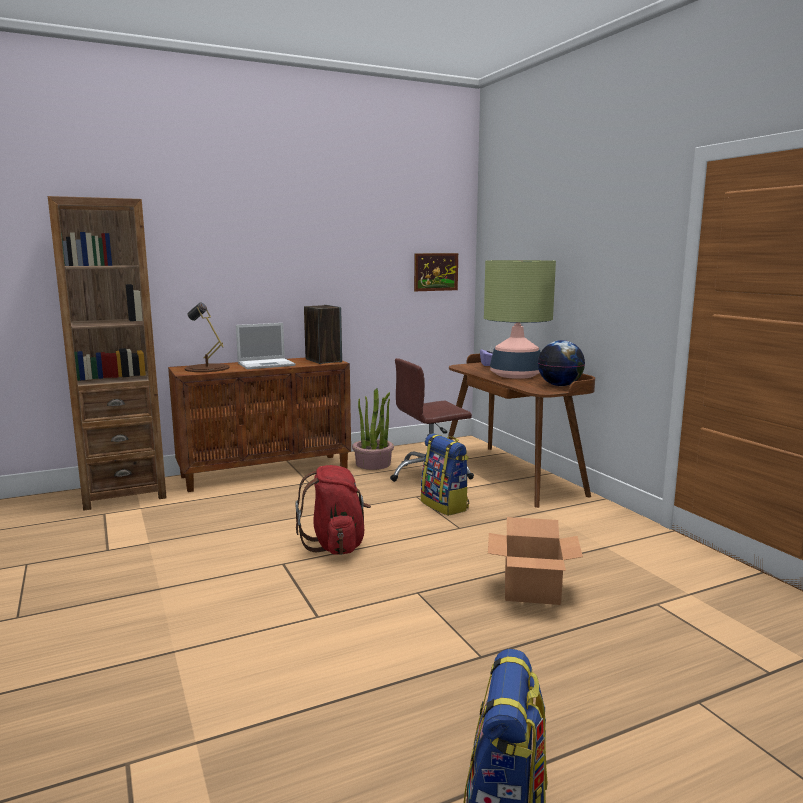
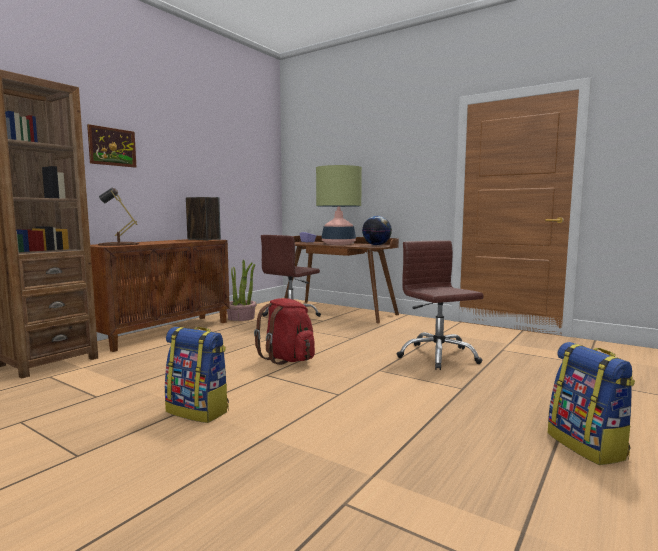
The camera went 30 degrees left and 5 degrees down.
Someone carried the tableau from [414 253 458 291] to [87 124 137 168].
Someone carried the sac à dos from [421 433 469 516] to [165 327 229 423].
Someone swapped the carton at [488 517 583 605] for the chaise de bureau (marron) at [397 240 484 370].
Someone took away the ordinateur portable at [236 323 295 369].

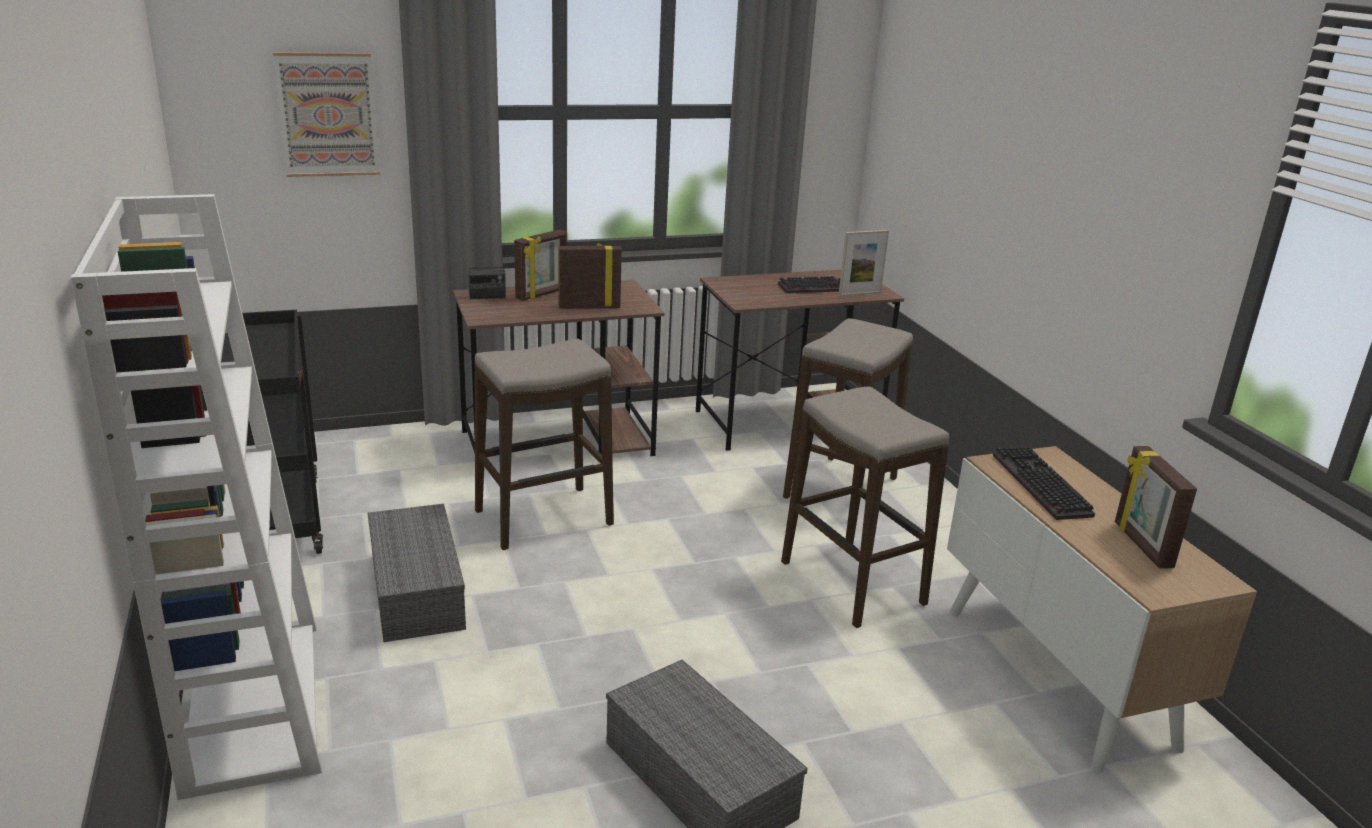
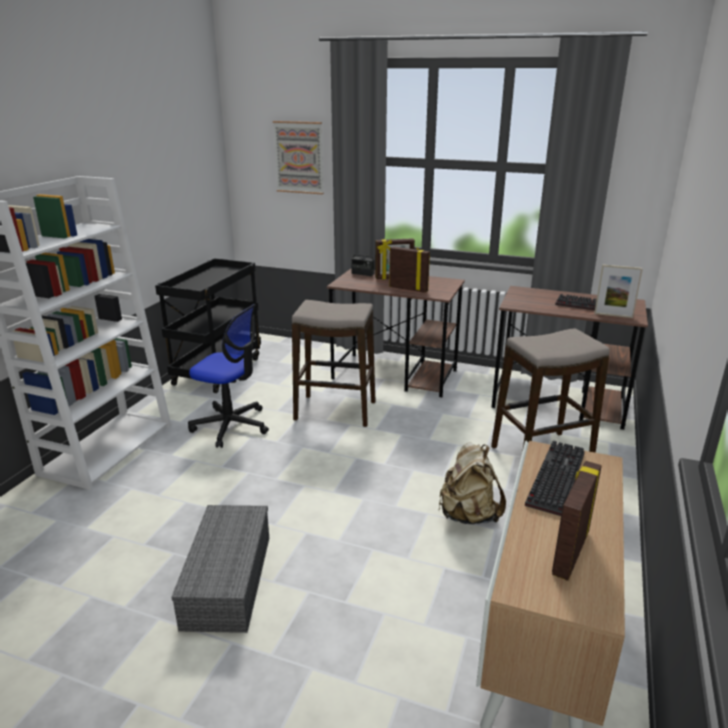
The camera went 40 degrees right and 0 degrees up.
Someone swapped the boîte de rangement (gris) at [368 504 466 642] for the chaise de bureau at [188 304 269 448].
Someone swapped the tabouret at [781 387 949 628] for the sac à dos (beige) at [439 442 506 524].

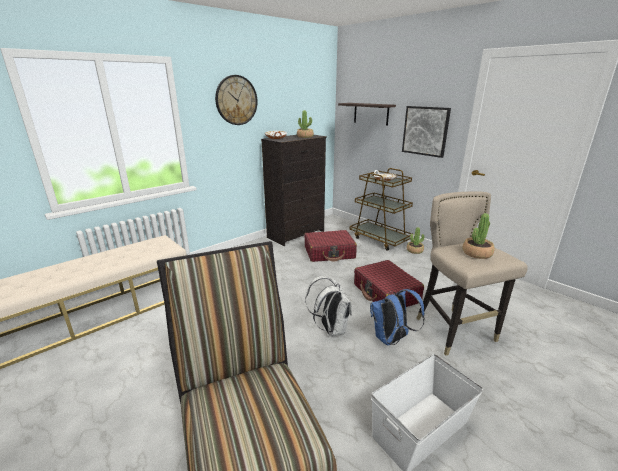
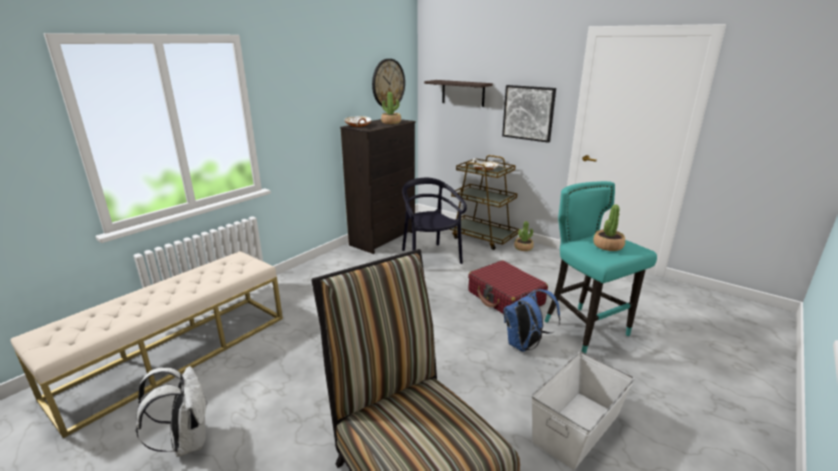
The camera went 10 degrees left and 0 degrees up.
Someone carried the sac à dos (blanc) from [305 276 352 336] to [136 366 208 457].
Someone carried the horloge murale from [215 75 258 125] to [372 59 405 107].
Someone swapped the valise (rouge) at [304 230 357 262] for the chaise (noir) at [402 178 467 264].
Someone repainted the tabouret (beige) at [416 192 528 356], which became the tabouret (turquoise) at [544 181 657 354].

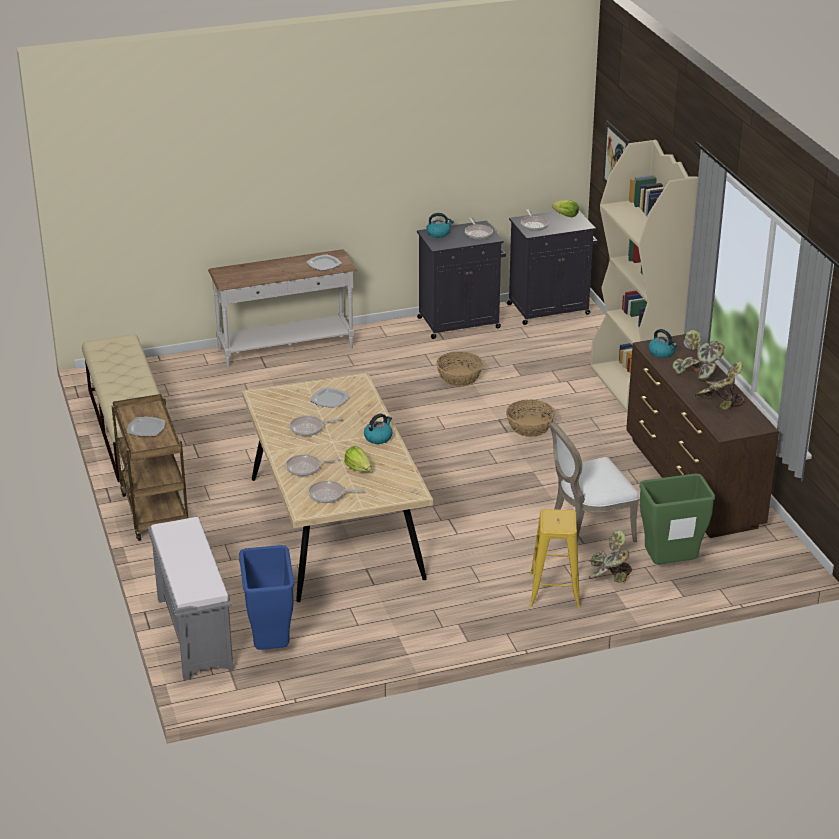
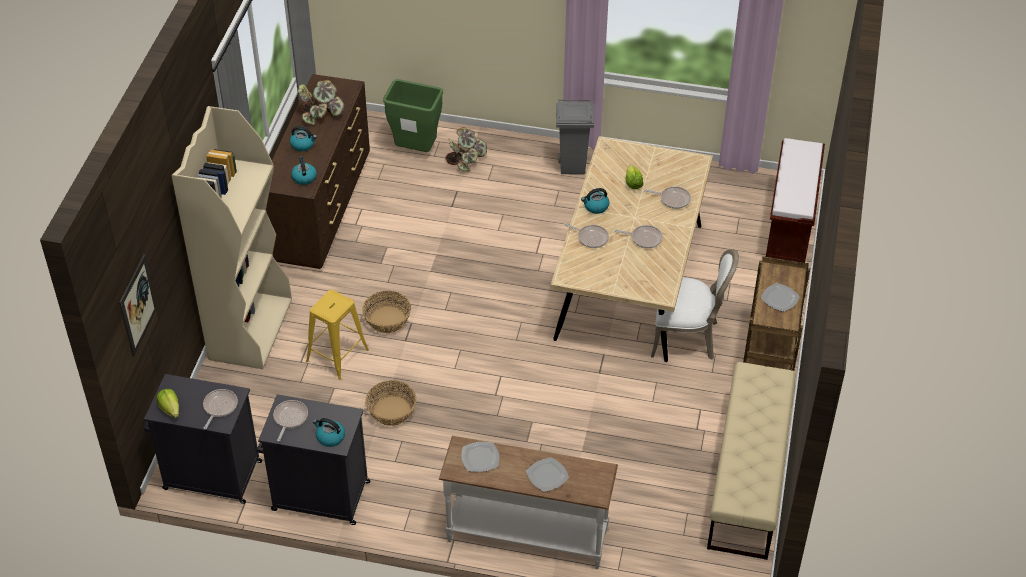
The camera went 150 degrees left and 15 degrees up.
Someone swapped the plante en pot at [672 330 725 380] for the bouilloire at [290 126 317 151].
Someone carried the tabouret (jaune) from [530 509 580 608] to [306 290 369 380].
Someone carried the assiette from [310 388 349 408] to [526 457 569 492].
Someone put down the poubelle (gris) at [556 99 594 174].
Someone carried the poêle from [308 481 364 503] to [564 223 609 248].
Someone carried the chaise (blanc) from [549 422 639 543] to [651 249 739 359].
Someone repainted the banc (gris) at [148 517 234 680], which became the banc (marron) at [766 138 825 263].
Someone took away the poubelle (bleu) at [239 545 295 650].

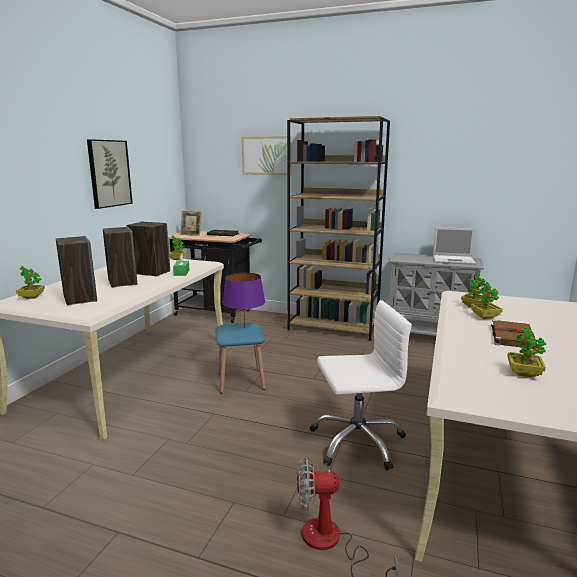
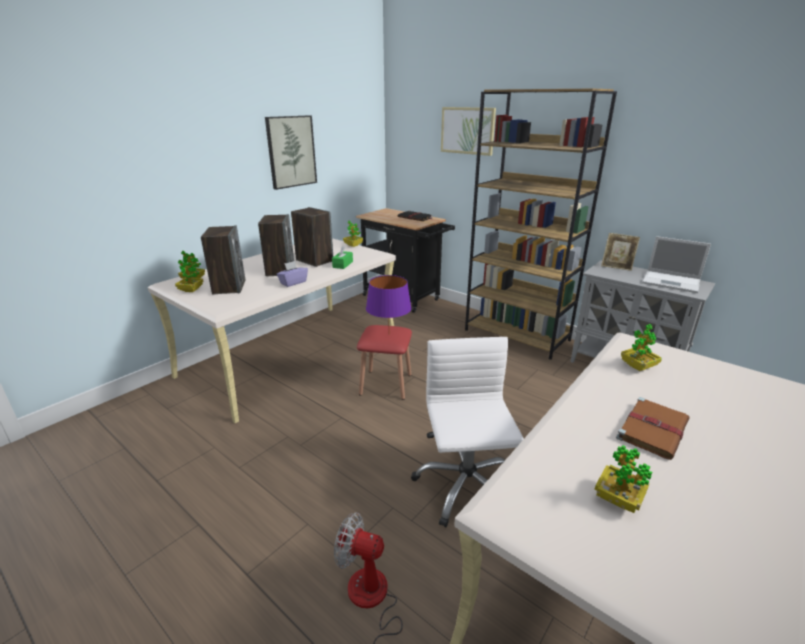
The camera went 20 degrees right and 10 degrees up.
Someone carried the plante en pot from [470 282 503 319] to [175 260 204 292].
Someone put down the boîte à mouchoirs (violet) at [277 261 308 287].
Someone repainted the tabouret (bleu) at [216 323 266 394], which became the tabouret (rouge) at [357 325 412 400].
Someone rotated the chaise de bureau (blanc) at [310 300 412 470] by 105 degrees counterclockwise.
Someone carried the cadre photo from [180 211 202 235] to [601 233 640 271].

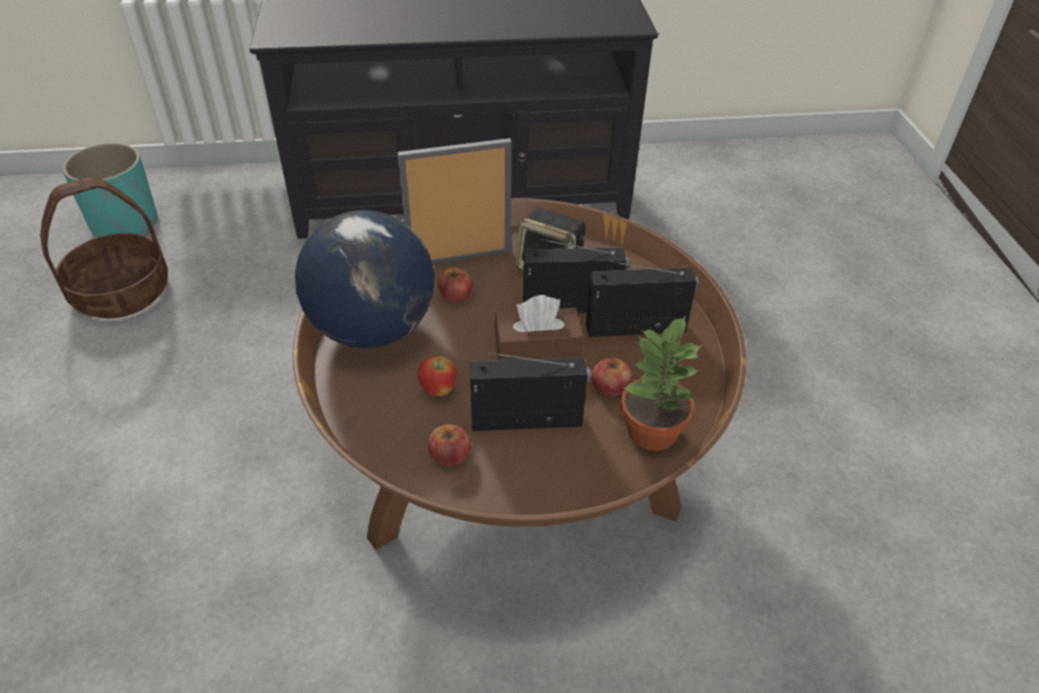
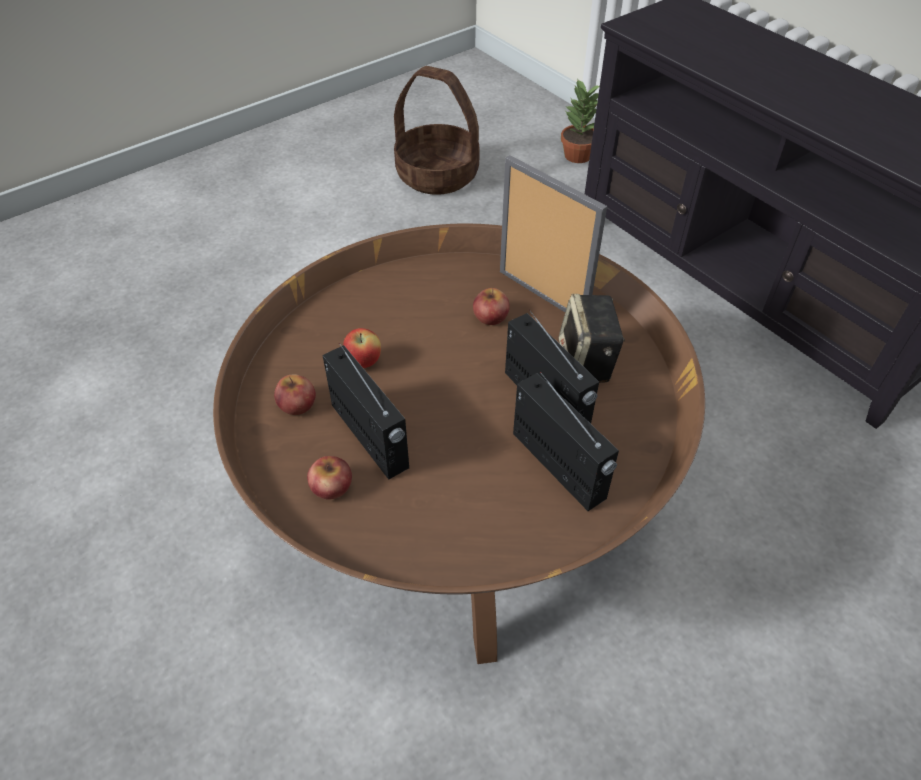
The camera went 60 degrees right and 5 degrees up.
Someone carried the pomme from [591 357 631 396] to [307 456 352 500].
Someone carried the plante en pot from [620 315 703 451] to [561 78 599 163].
Someone took away the cache-pot (turquoise) at [62 143 158 237].
Someone took away the globe at [295 210 435 348].
Someone took away the boîte à mouchoirs (marron) at [495 295 584 360].

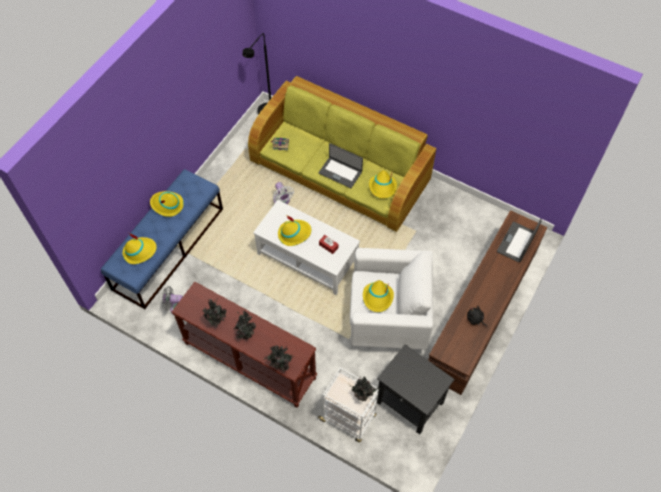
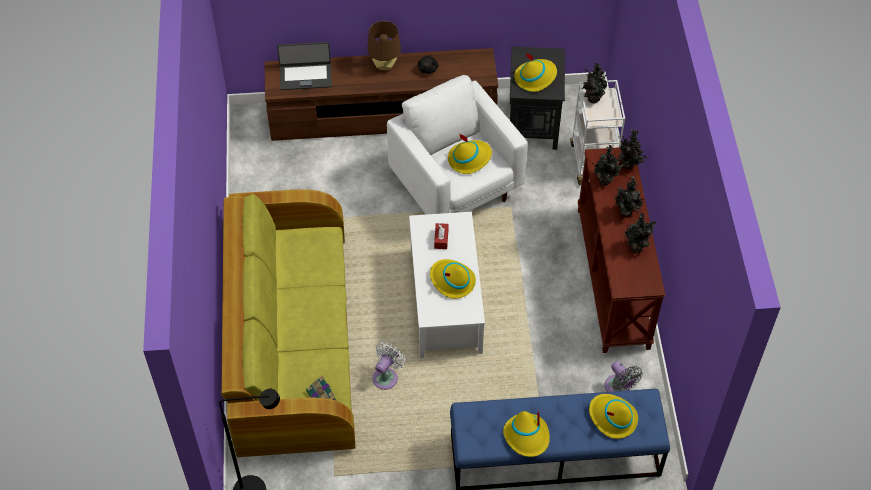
The camera went 125 degrees left and 5 degrees down.
Someone put down the lampe de table (marron) at [368 21 401 70].
Someone carried the chapeau (jaune) from [369 170 397 199] to [515 52 557 92].
Someone put down the plante en pot at [590 145 628 186].
Someone took away the ordinateur portable at [318 143 363 188].

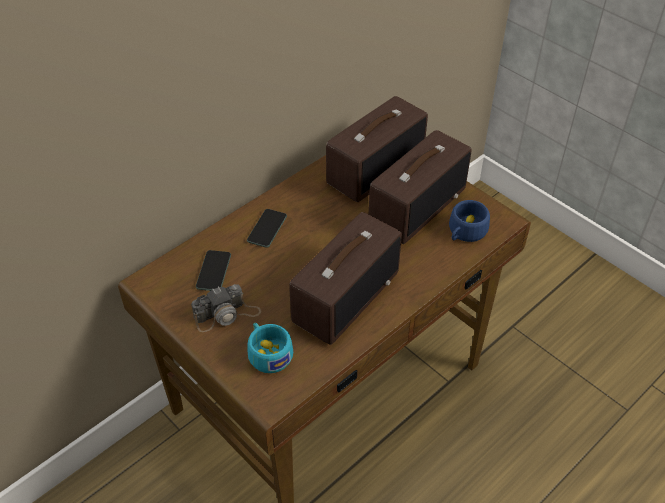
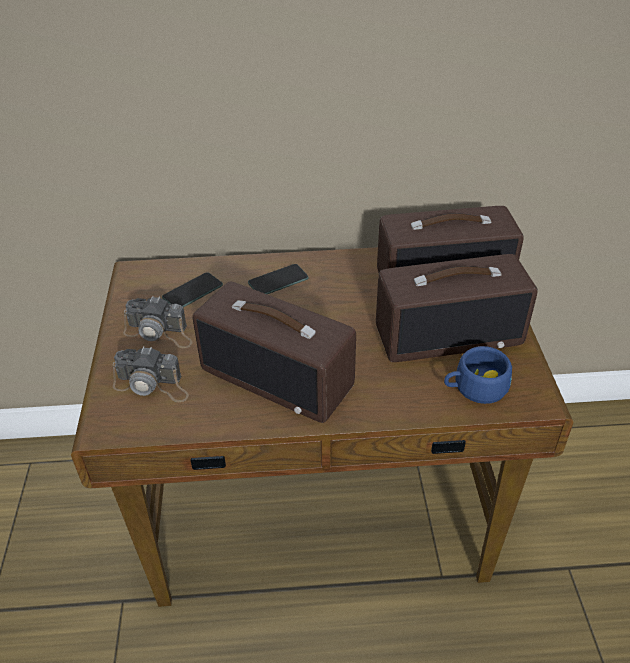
The camera went 40 degrees right and 5 degrees down.
Someone swapped the tasse (turquoise) at [247 323 293 373] for the appareil photo at [113 347 189 402].
Someone rotated the radio at [289 212 402 345] by 45 degrees clockwise.

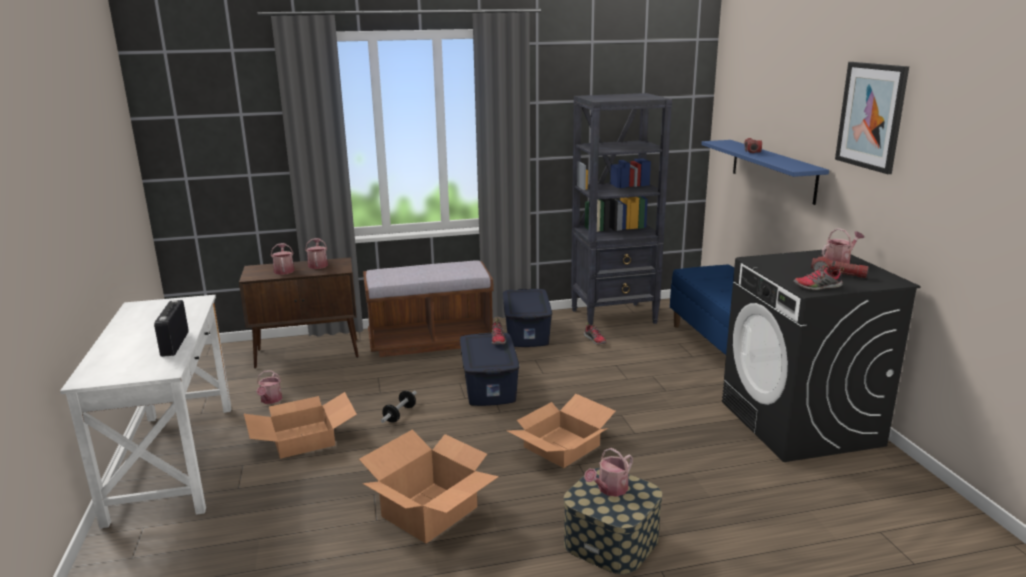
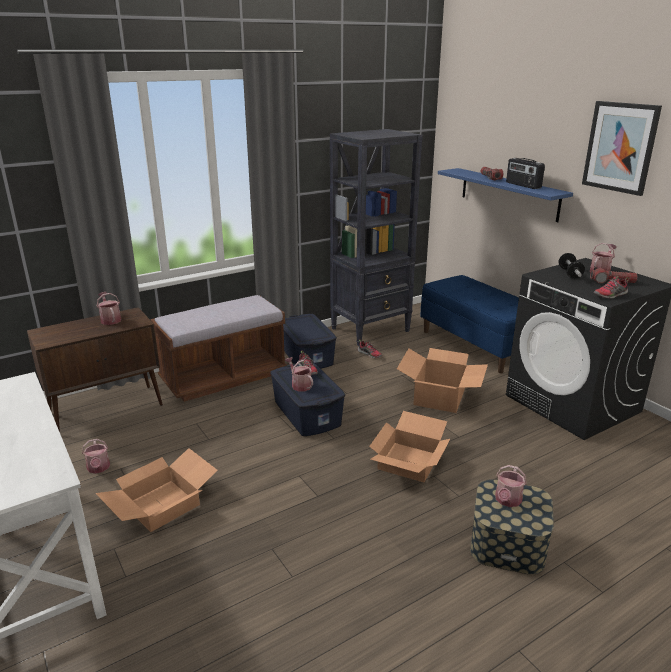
The camera went 20 degrees left and 5 degrees up.
Someone carried the arrosoir from [271 243 295 275] to [285 357 313 391].
Someone carried the carton from [359 430 499 544] to [397 348 488 413].
Someone carried the radio from [154 300 188 357] to [506 158 545 189].
Someone carried the haltère from [381 391 417 423] to [559 253 585 279].

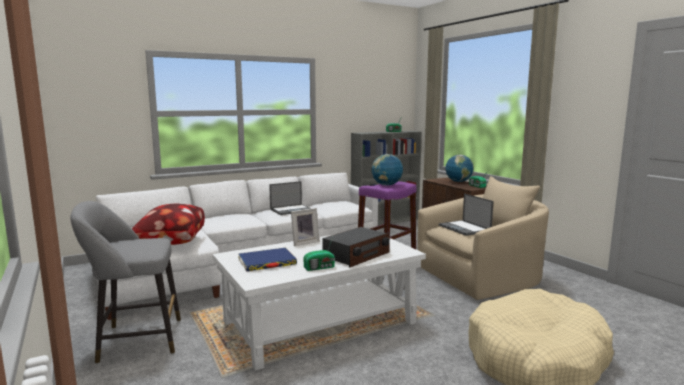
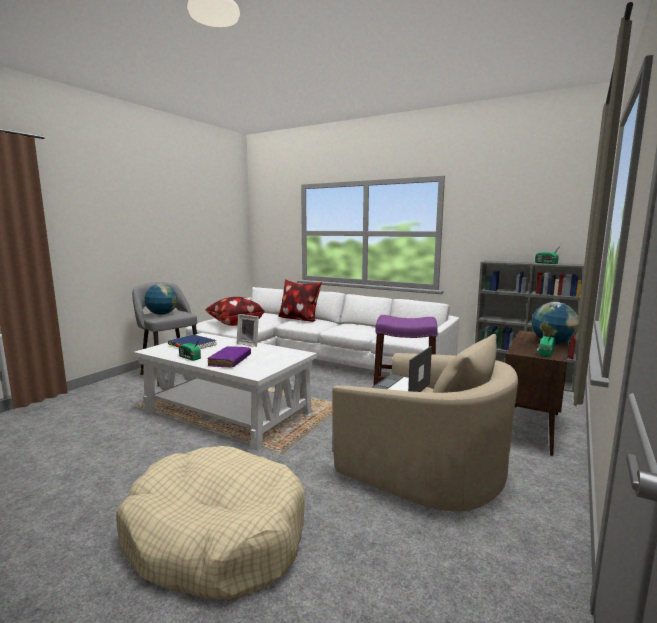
The camera went 60 degrees right and 0 degrees up.
Someone carried the globe from [371 154 403 186] to [145 284 178 315].
Someone swapped the radio at [322 227 390 267] for the livre (violet) at [207 346 251 367].
Someone put down the coussin at [278 279 322 322].
Someone took away the ordinateur portable at [269 181 311 215].

